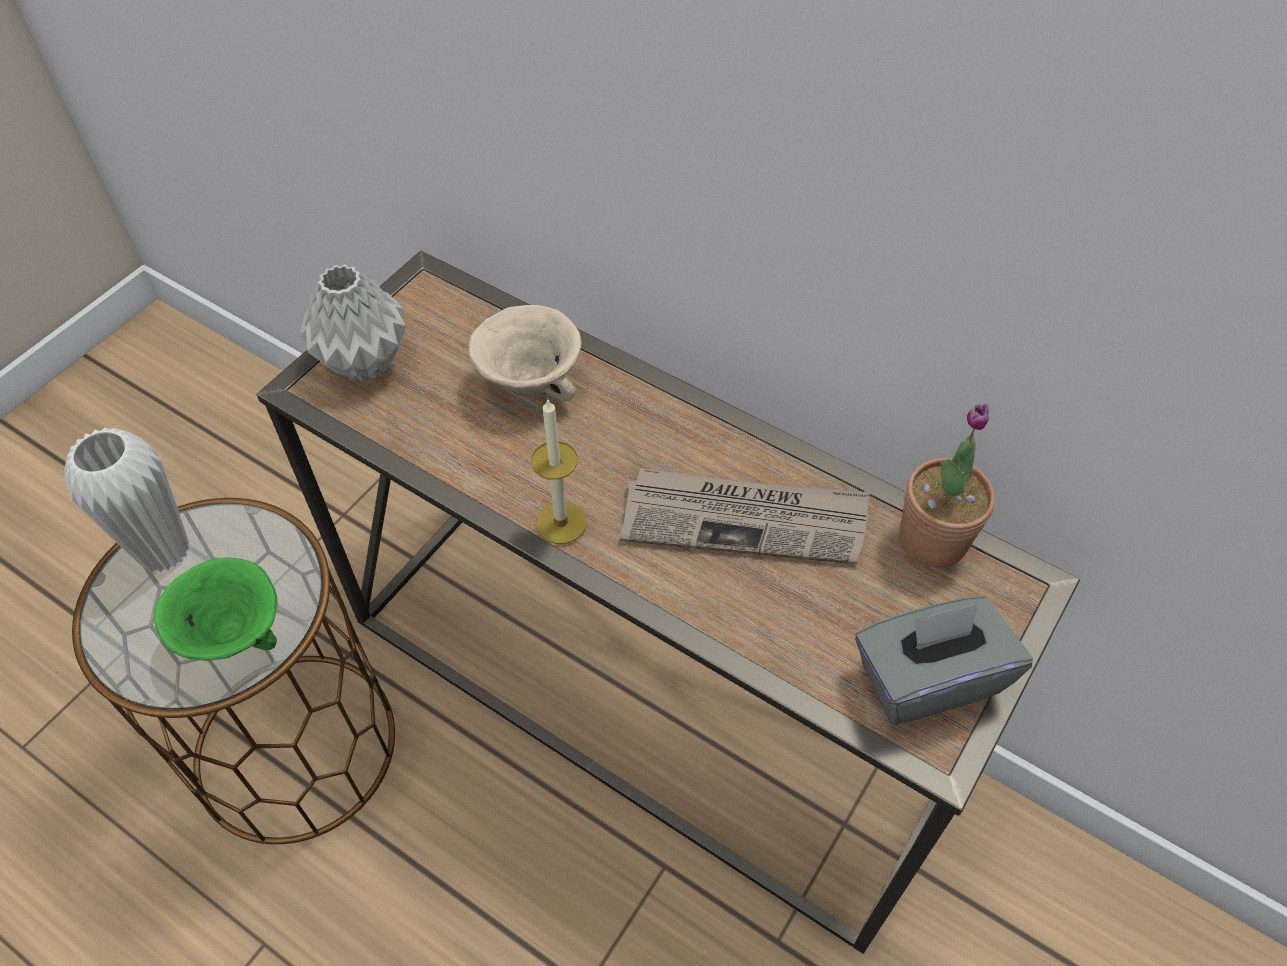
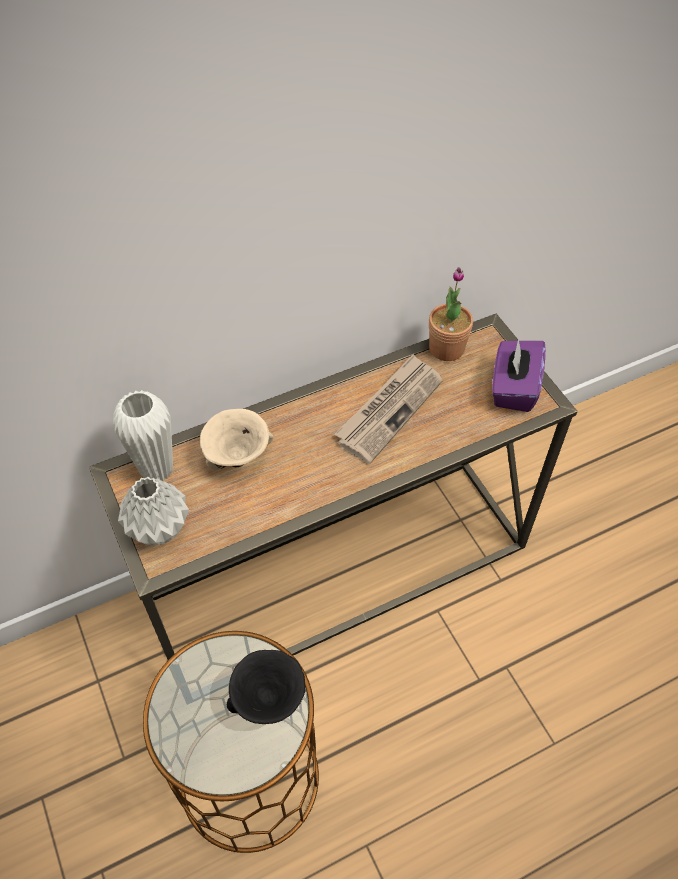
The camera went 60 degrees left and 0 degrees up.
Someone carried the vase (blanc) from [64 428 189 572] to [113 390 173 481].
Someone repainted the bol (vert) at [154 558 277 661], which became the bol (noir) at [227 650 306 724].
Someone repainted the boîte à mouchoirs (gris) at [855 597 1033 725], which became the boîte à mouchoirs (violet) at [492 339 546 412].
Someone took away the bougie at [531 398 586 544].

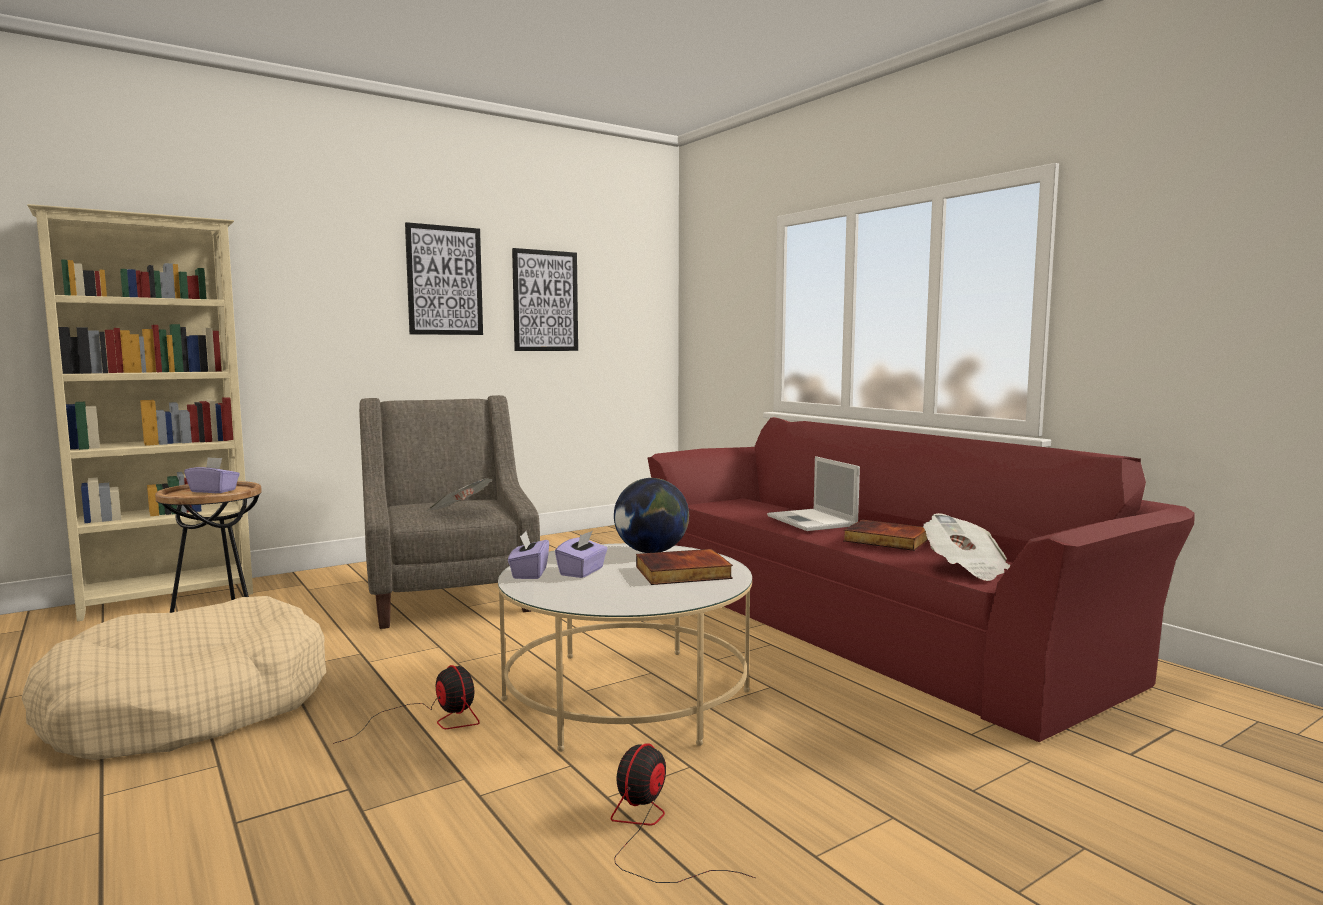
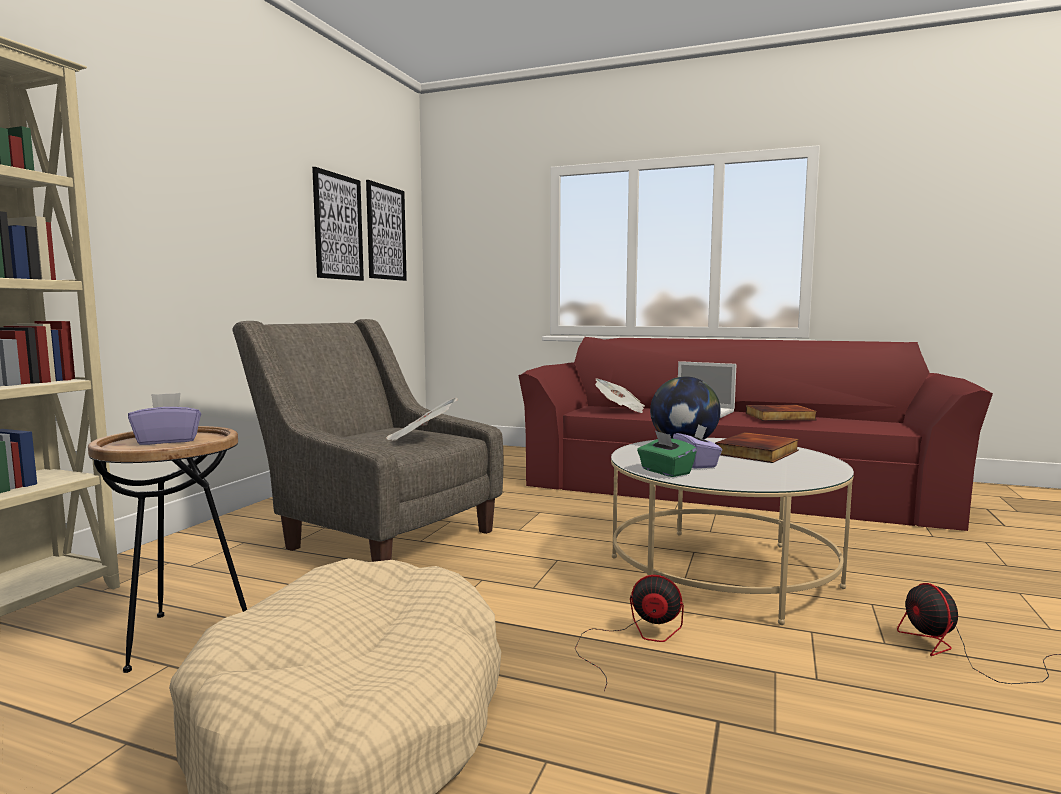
The camera went 35 degrees left and 0 degrees up.
Someone carried the tableau from [405 222 483 335] to [366 180 407 281].
Someone carried the journal from [923 513 1010 581] to [595 379 645 413].
Someone repainted the boîte à mouchoirs (violet) at [508 531 549 579], which became the boîte à mouchoirs (vert) at [637 431 697 477].

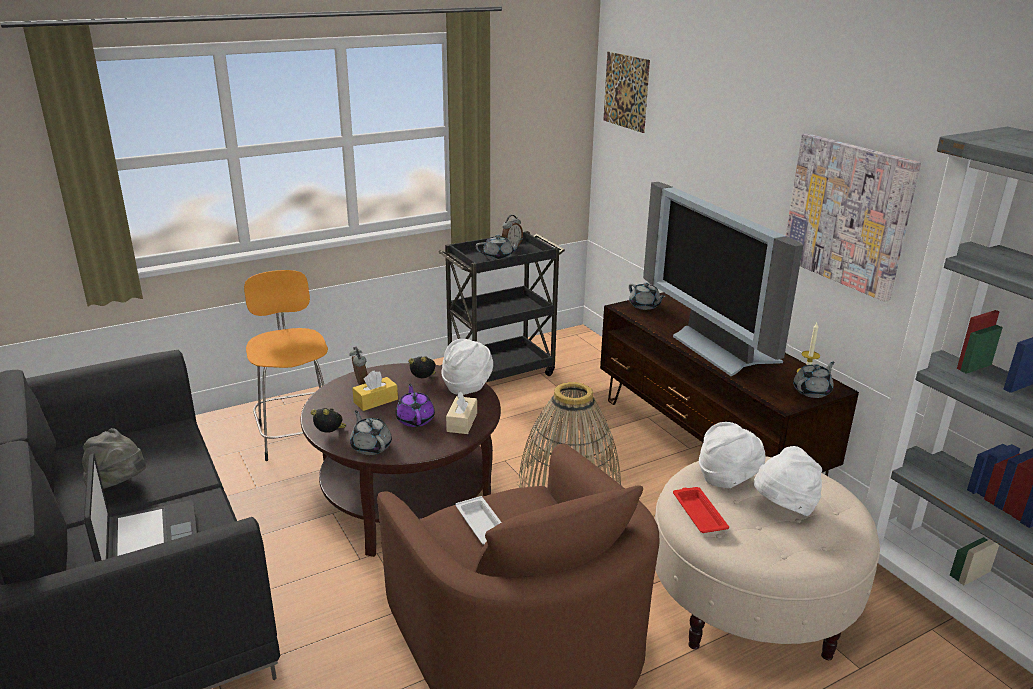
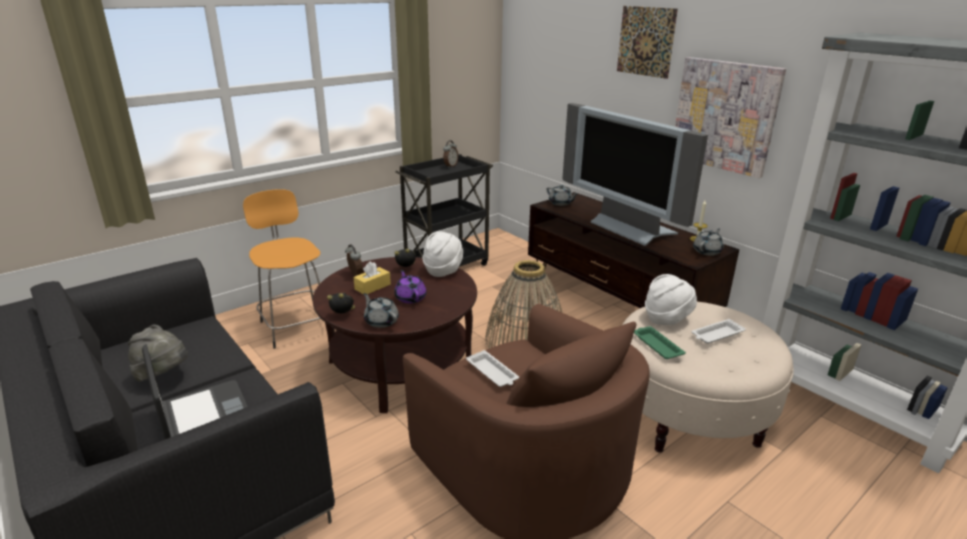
The camera went 10 degrees left and 0 degrees up.
Someone carried the tableau from [603 52 650 133] to [617 6 678 79].
Someone repainted the plateau (rouge) at [673 487 729 533], which became the plateau (vert) at [634 326 686 359].
Someone swapped the chapeau (blanc) at [754 446 822 516] for the plateau (blanc) at [691 319 746 344].
Someone took away the boîte à mouchoirs (beige) at [446 391 477 434].
Someone took away the théière (gris) at [475 235 523 260].

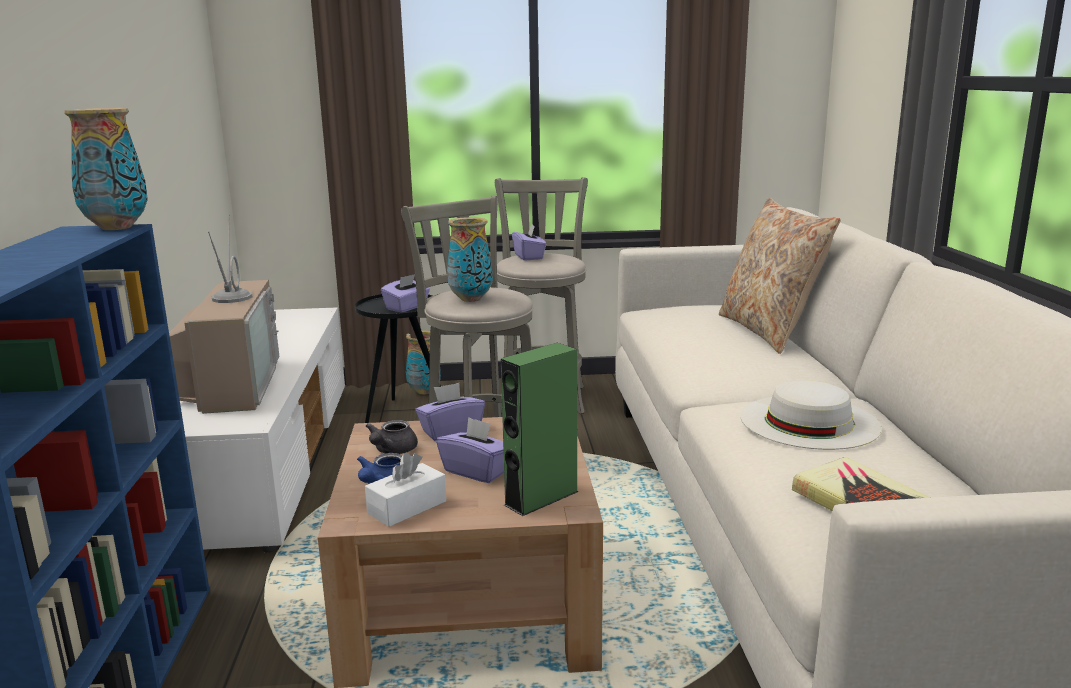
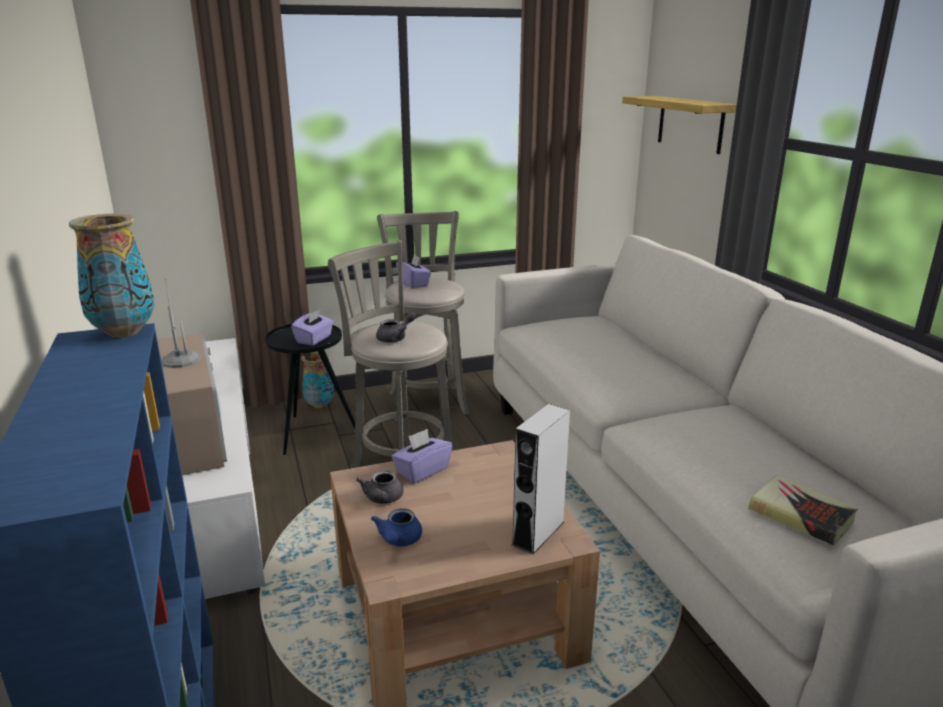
The camera went 15 degrees left and 5 degrees up.
Someone swapped the vase at [447 217 493 302] for the théière (gris) at [376 312 416 343].
Someone repainted the enceinte (vert) at [501 343 579 516], which became the enceinte (gris) at [512 404 570 555].
Someone put up the étagère at [622 96 737 154].
Someone took away the boîte à mouchoirs (blanc) at [365 453 446 527].
Someone took away the boîte à mouchoirs (violet) at [436 417 504 483].
Someone took away the coussin (beige) at [719 198 841 354].
Someone took away the chapeau (blanc) at [740 380 881 450].

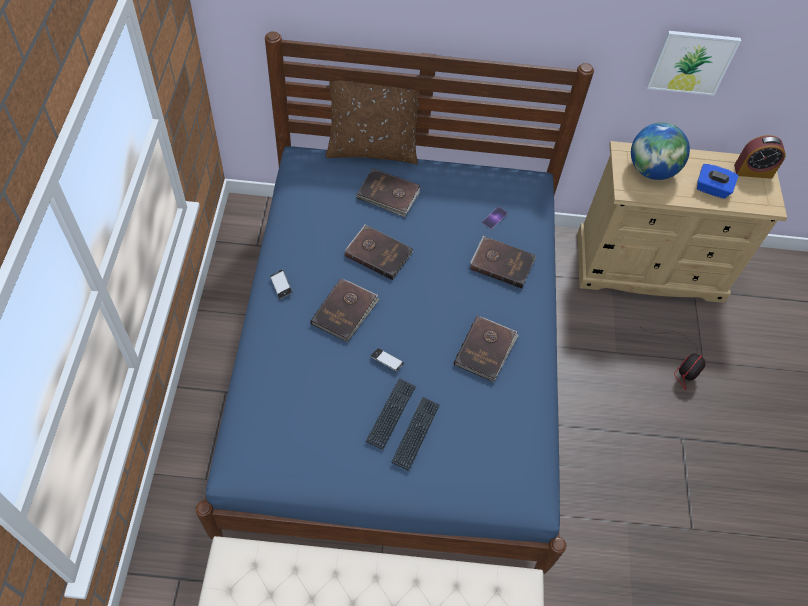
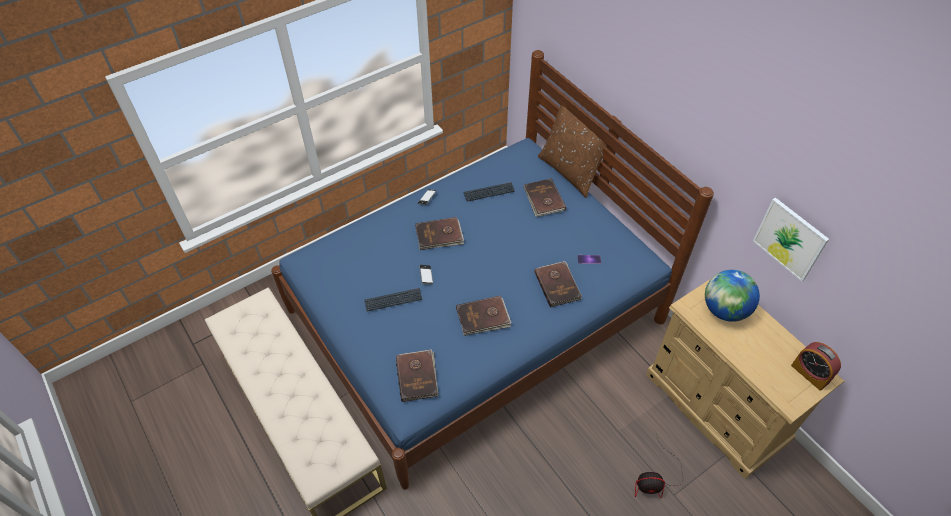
The camera went 55 degrees right and 5 degrees down.
Someone carried the livre (marron) from [345 225 414 280] to [396 349 438 402].
Someone carried the clavier from [391 397 440 471] to [464 182 515 202].
Someone took away the boîte à mouchoirs (bleu) at [697 164 738 199].

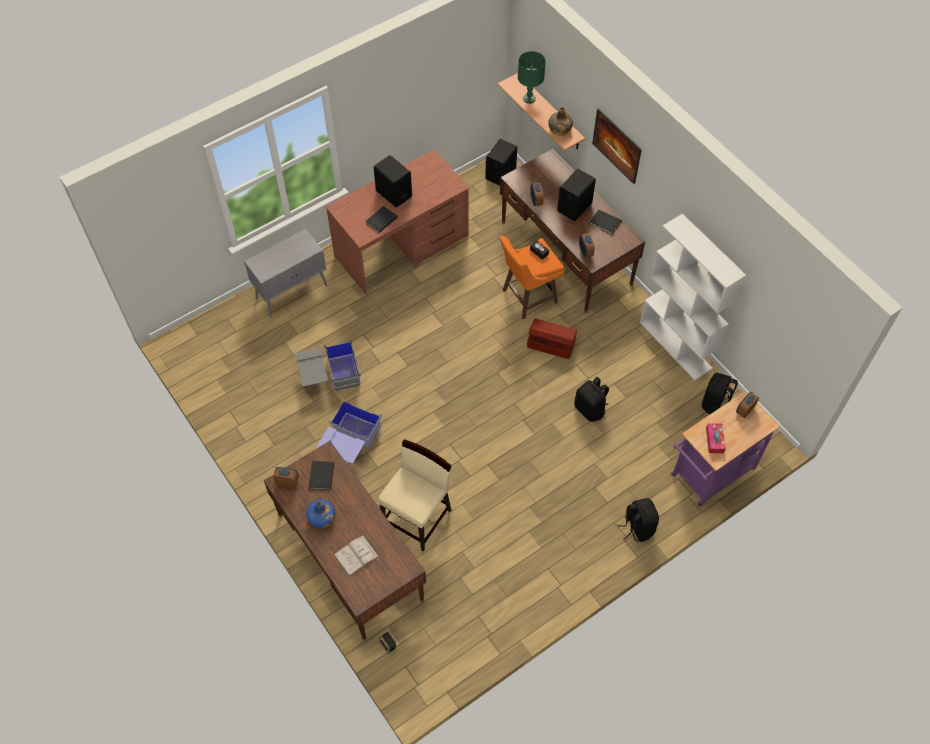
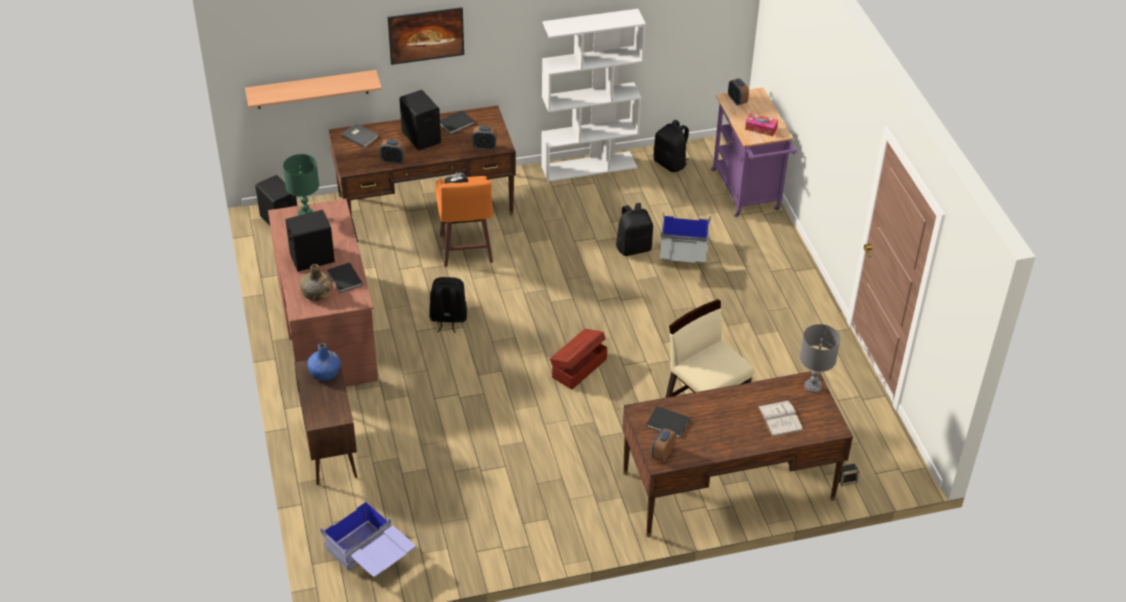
The camera went 70 degrees left and 15 degrees down.
Someone carried the lampe de table (vert) from [518 51 546 104] to [283 154 319 216].
Someone repainted the meuble de rangement (gris) at [244 229 327 317], which became the meuble de rangement (marron) at [294 355 357 485].
Someone carried the bouteille (vert) from [548 107 573 136] to [300 264 332 301].
Someone carried the bouteille (bleu) from [306 499 335 528] to [307 343 341 381].
Someone carried the boîte de rangement (bleu) from [316 399 382 463] to [320 497 415 577].
Someone put down the livre (gris) at [341 124 378 148].
Someone carried the sac à dos (noir) from [618 498 659 542] to [430 277 467 333].
Someone carried the boîte de rangement (marron) from [527 318 577 359] to [550 329 607 390].
Someone carried the boîte de rangement (gris) from [295 339 361 391] to [660 212 711 263].
Someone put down the lampe de table (gris) at [800 324 840 393].

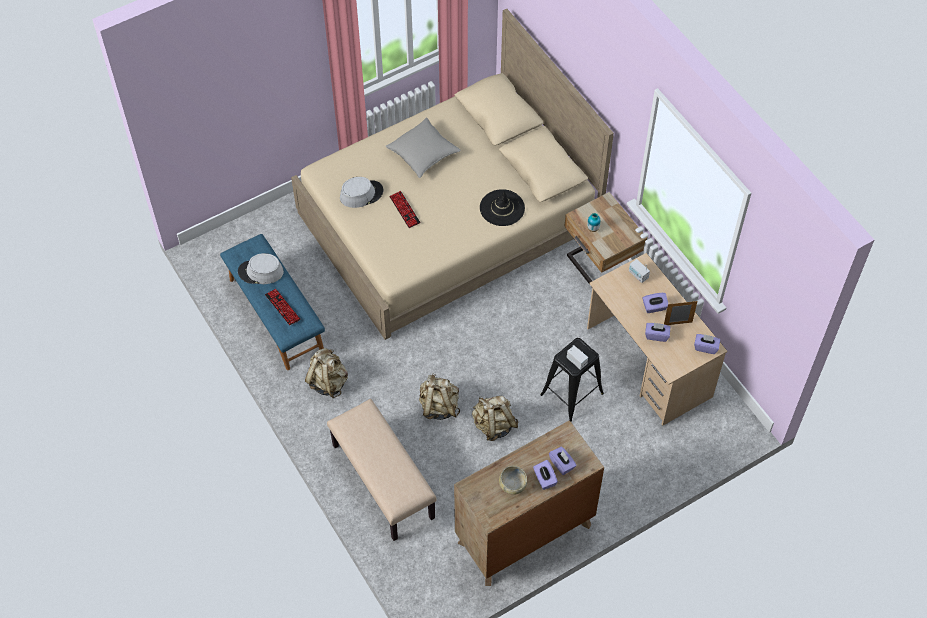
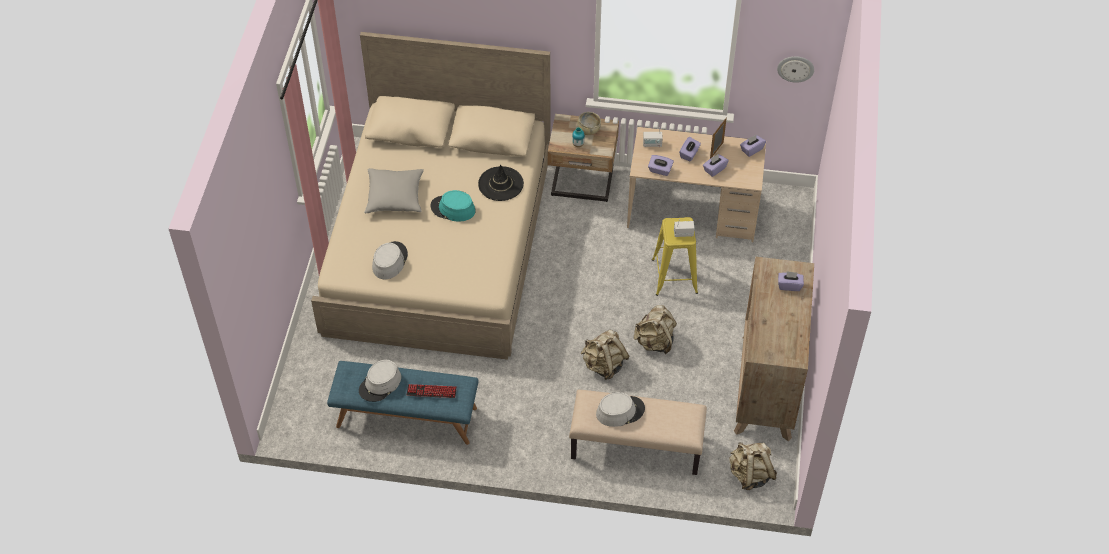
The camera went 50 degrees left and 5 degrees down.
Someone put down the chapeau (turquoise) at [430 190 476 222].
Someone carried the bol (beige) from [499 466 527 495] to [577 112 601 135].
Someone put down the chapeau (gris) at [596 392 645 427].
Someone carried the boîte à mouchoirs (violet) from [533 460 558 490] to [648 155 674 176].
Someone repainted the tabouret (noir) at [540 338 604 422], which became the tabouret (jaune) at [652 217 698 296].
Someone carried the sac à dos (beige) from [305 348 348 398] to [729 442 777 490].
Someone put up the horloge murale at [777 56 814 83].
Someone took away the clavier at [389 191 421 228].

